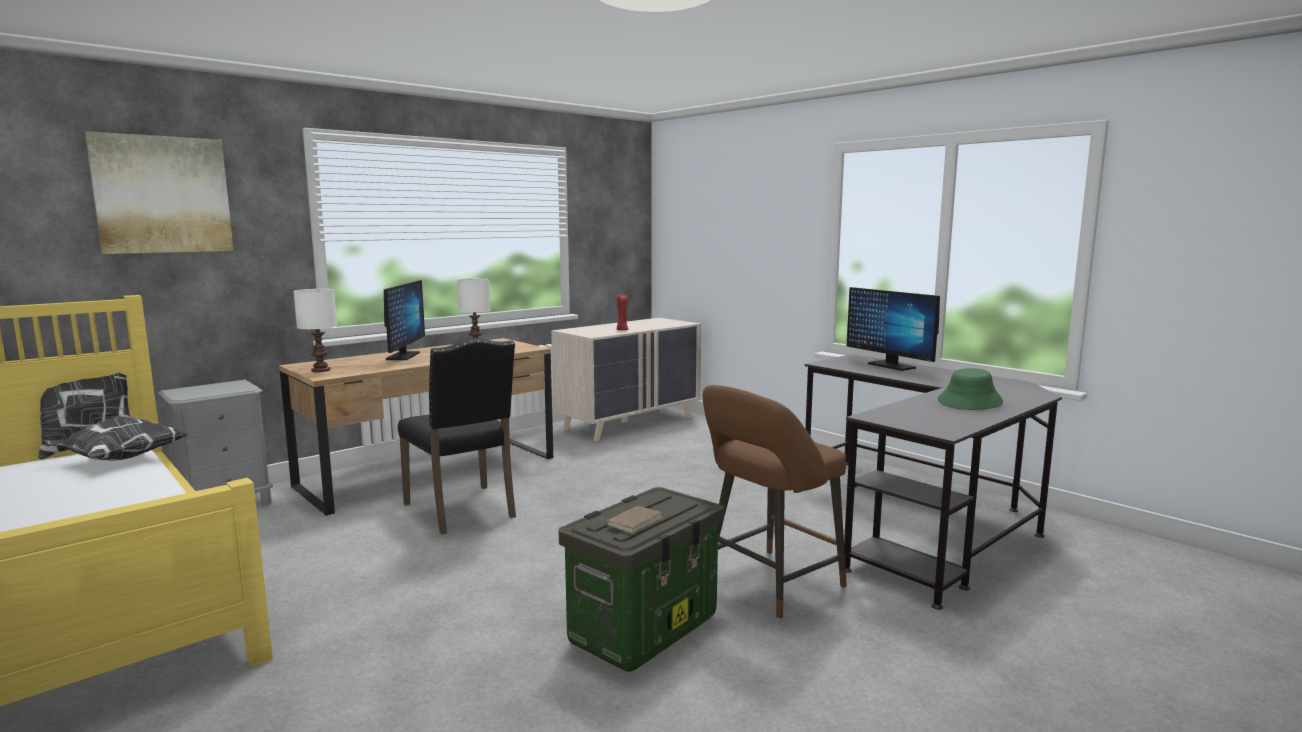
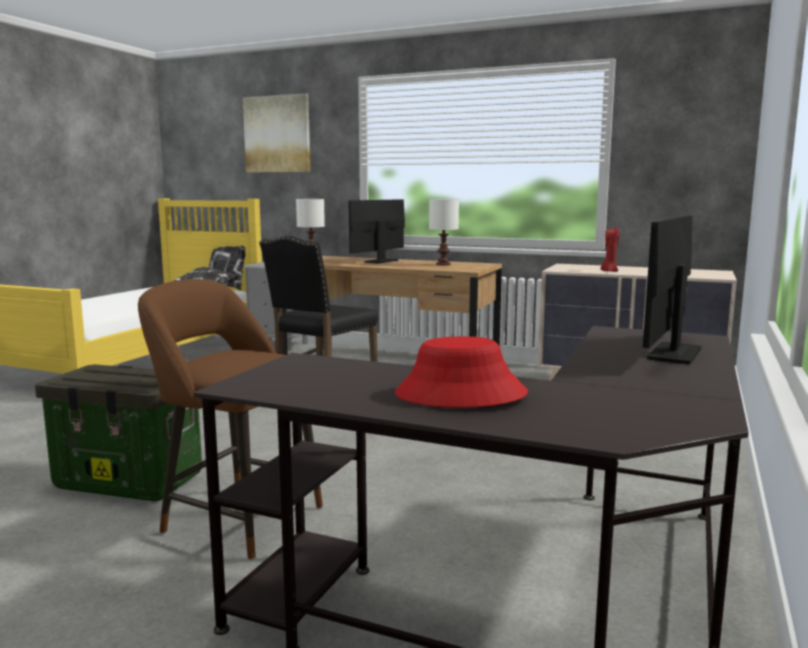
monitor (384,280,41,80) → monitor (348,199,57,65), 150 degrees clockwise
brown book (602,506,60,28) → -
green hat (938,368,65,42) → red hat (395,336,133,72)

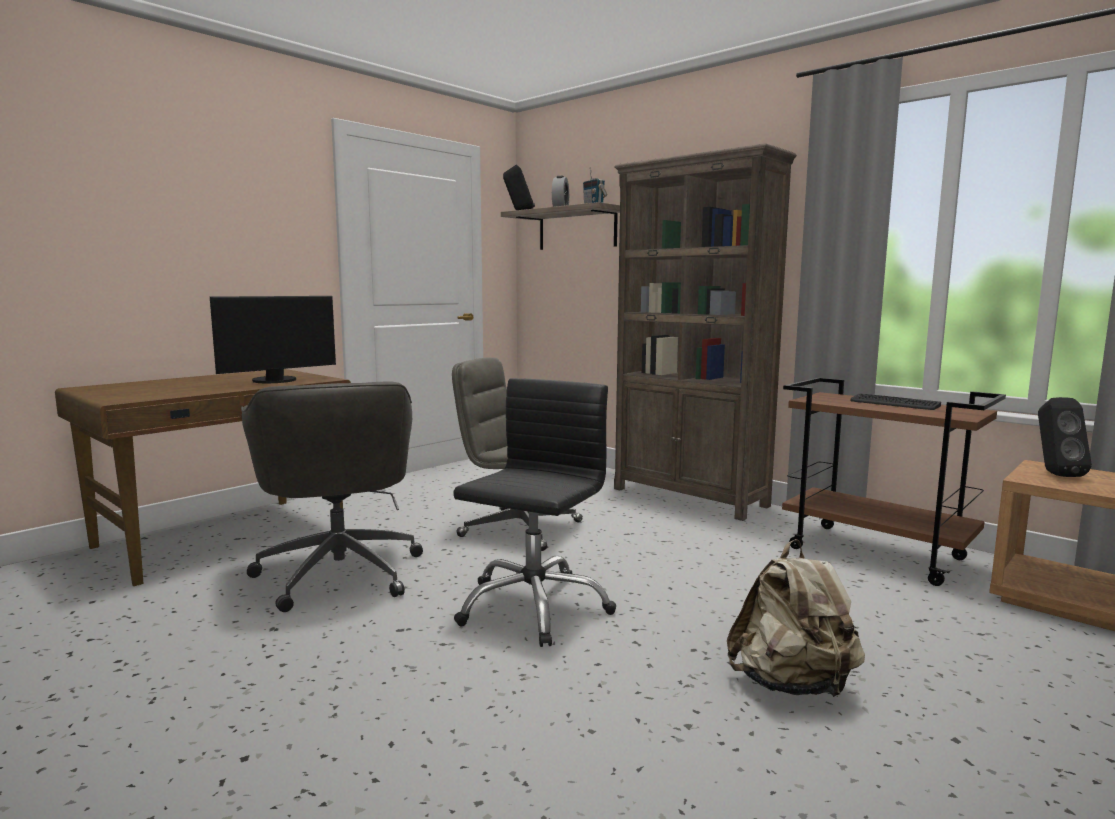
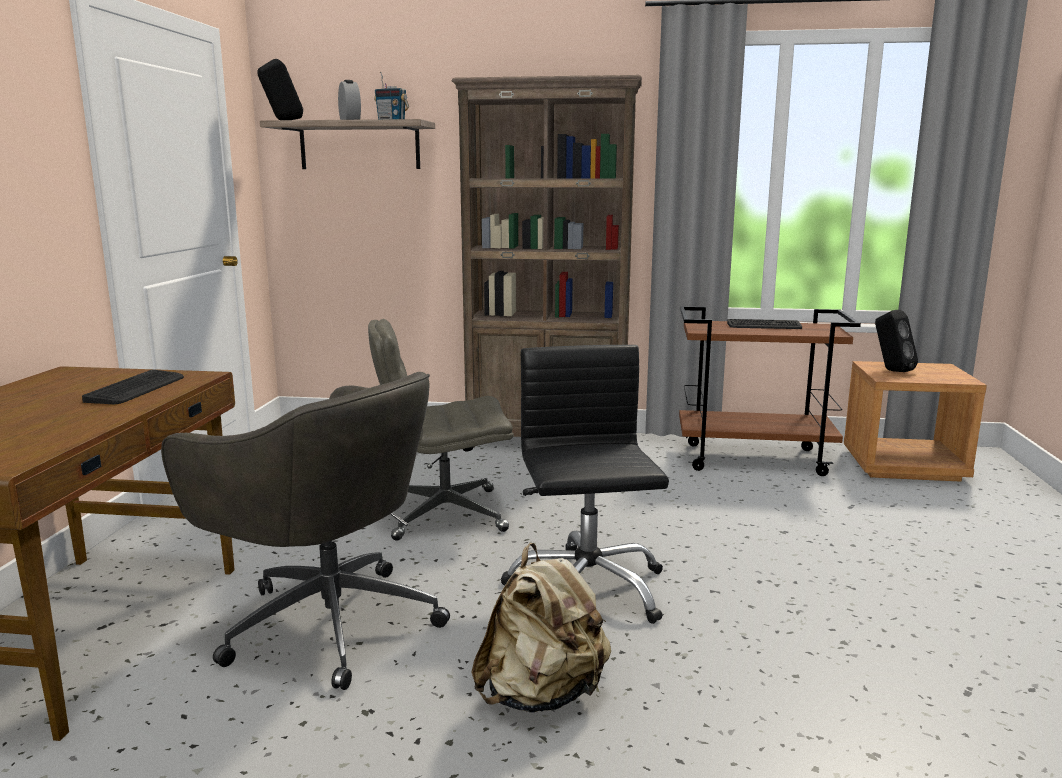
monitor (210,296,126,87) → keyboard (82,370,102,34)
beige backpack (727,539,138,158) → beige backpack (471,543,140,170), move

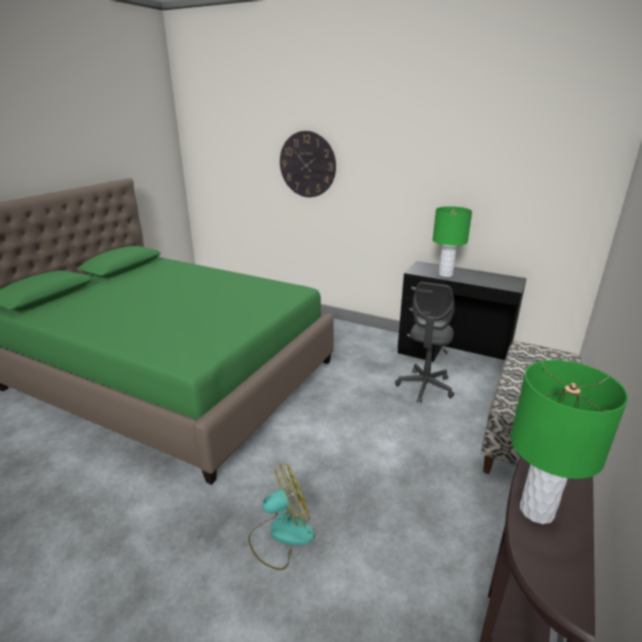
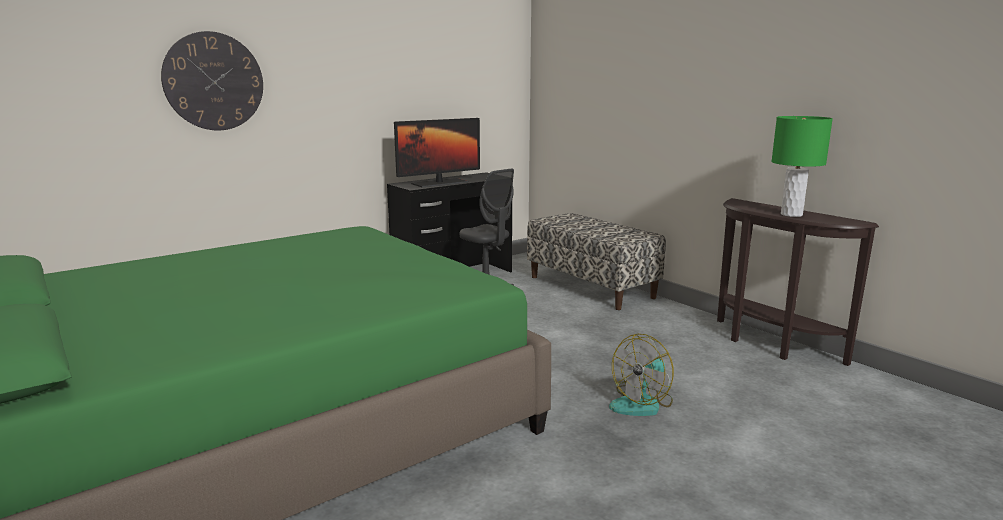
fan (248,464,67,106) → fan (609,334,65,82), 135 degrees counterclockwise
green table lamp (433,206,39,71) → monitor (394,118,86,69)

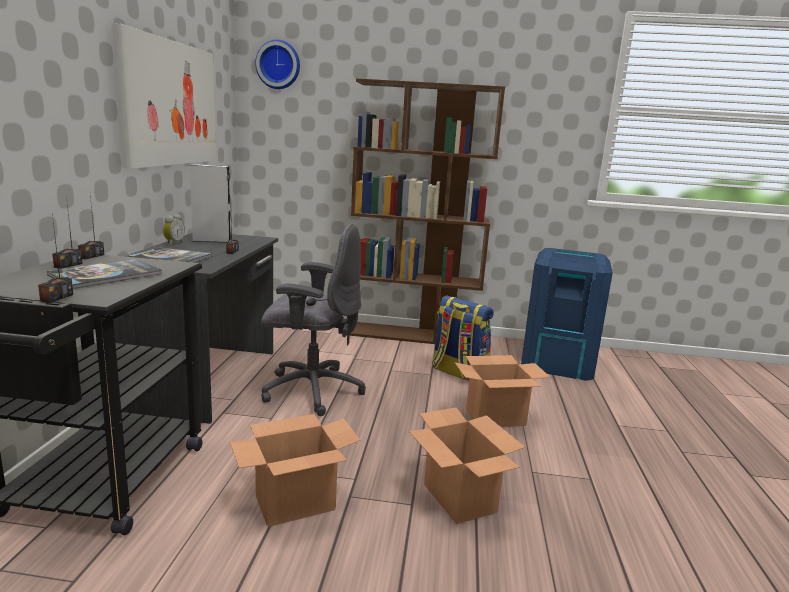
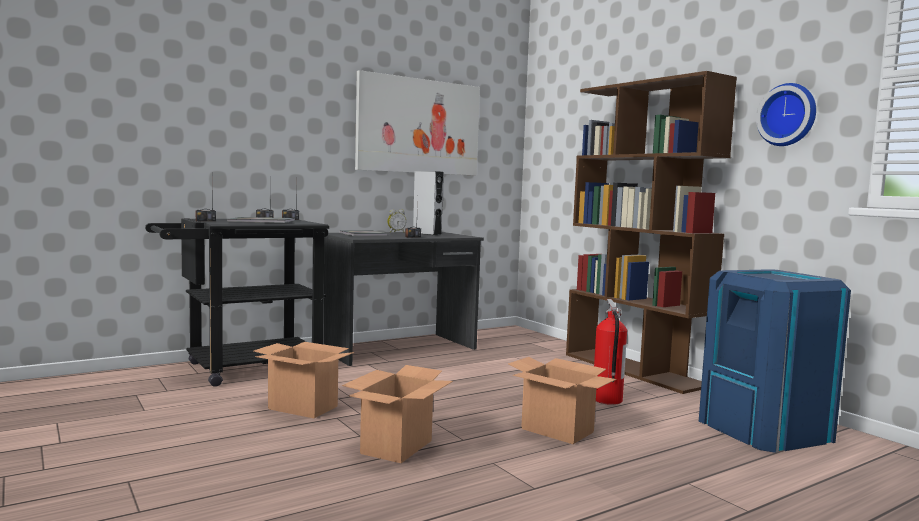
wall clock (255,40,45,49) → wall clock (756,83,60,63), move
grey office chair (261,223,105,193) → -
backpack (432,296,62,85) → fire extinguisher (594,299,33,106)

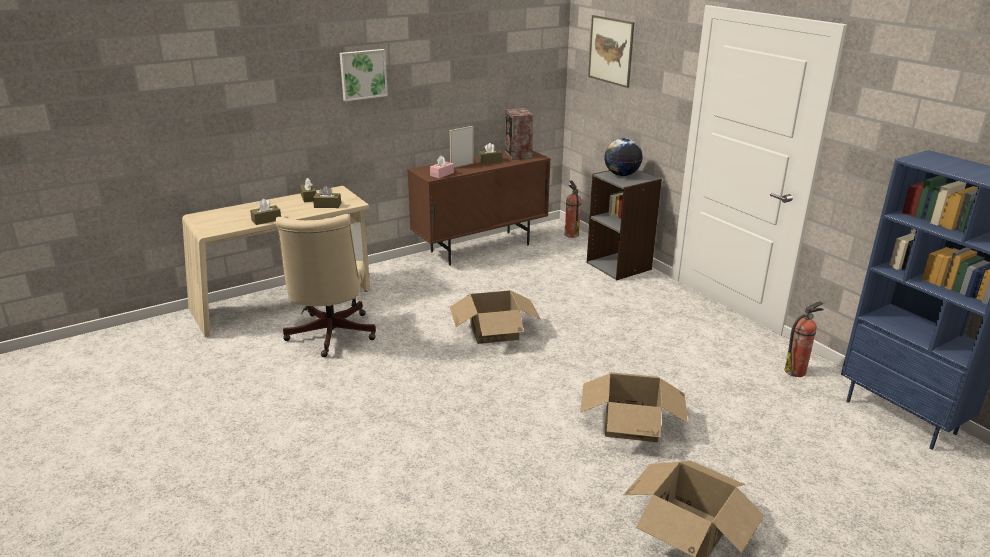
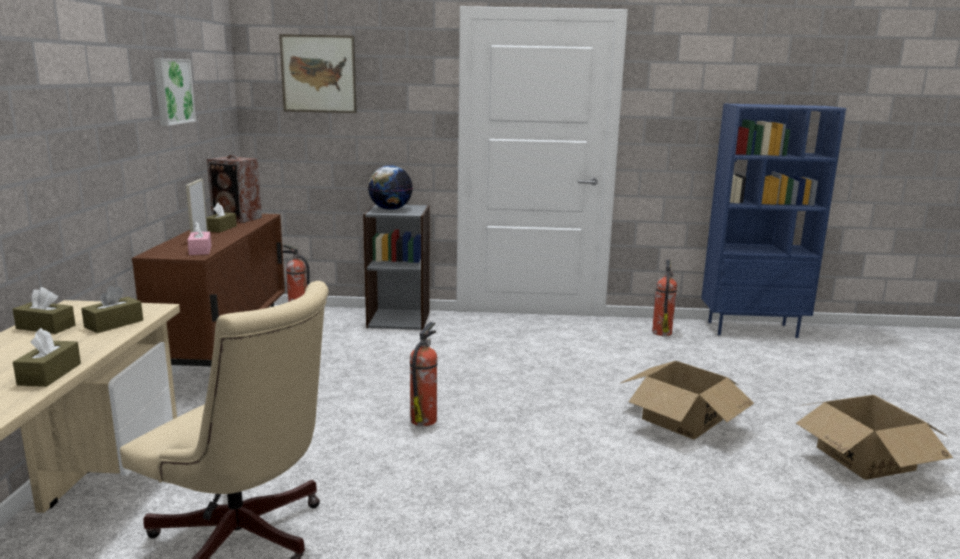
picture (340,49,48,52) → picture (154,58,42,68), move
cardboard box (450,290,90,54) → fire extinguisher (410,322,28,104)

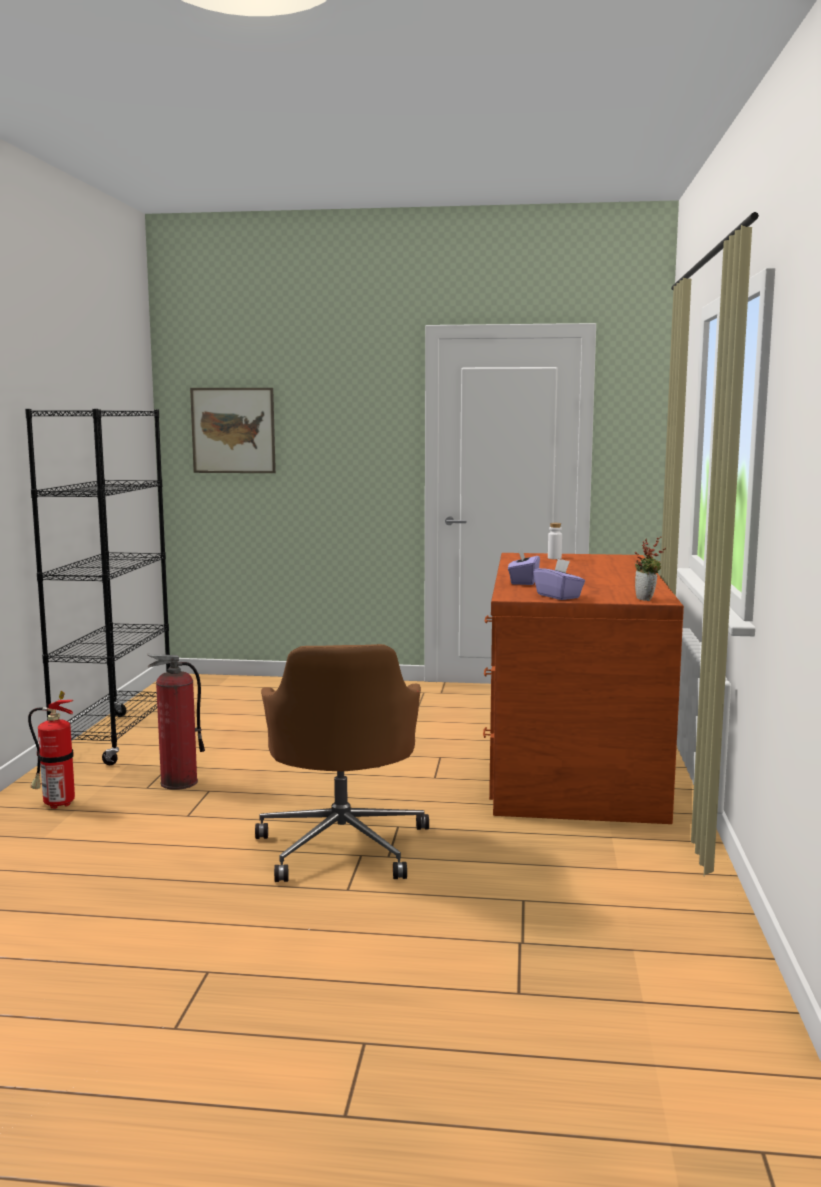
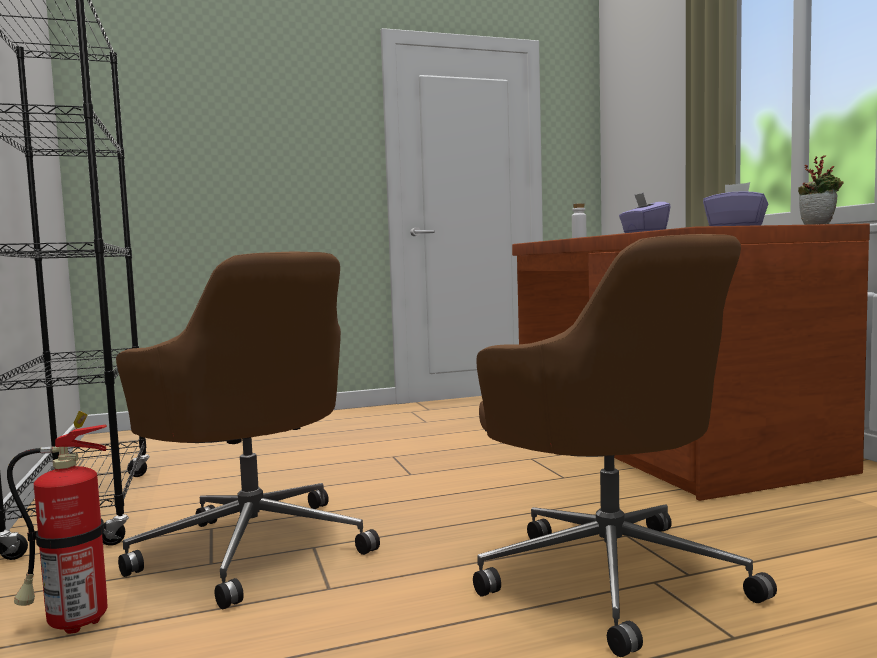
fire extinguisher (147,654,58,136) → brown office chair (116,251,264,359)
picture (190,388,86,85) → -

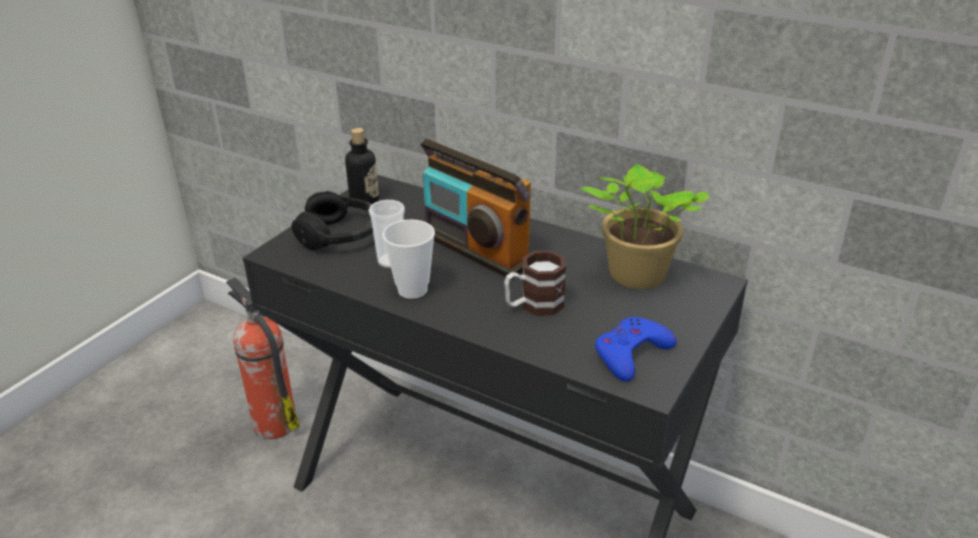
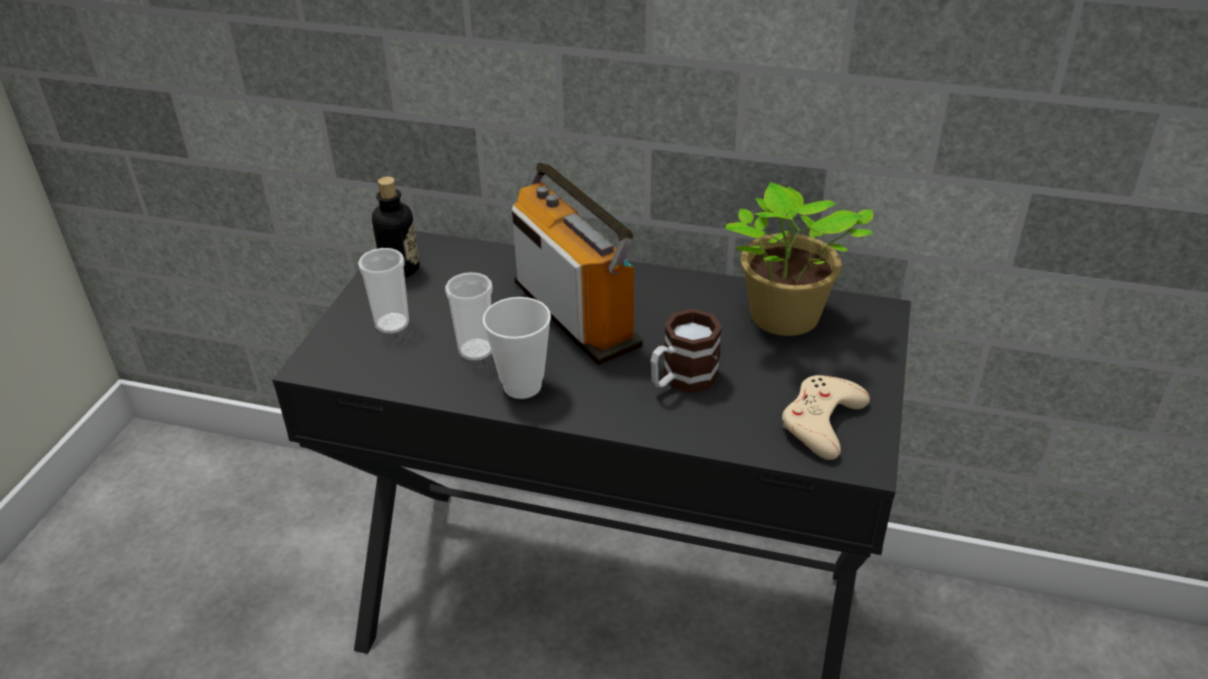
fire extinguisher (226,277,74,162) → -
black headphones (291,191,82,59) → cup (358,248,51,86)
radio (421,139,110,140) → radio (512,163,131,202), 150 degrees counterclockwise
blue game controller (595,317,82,64) → beige game controller (782,375,88,85)

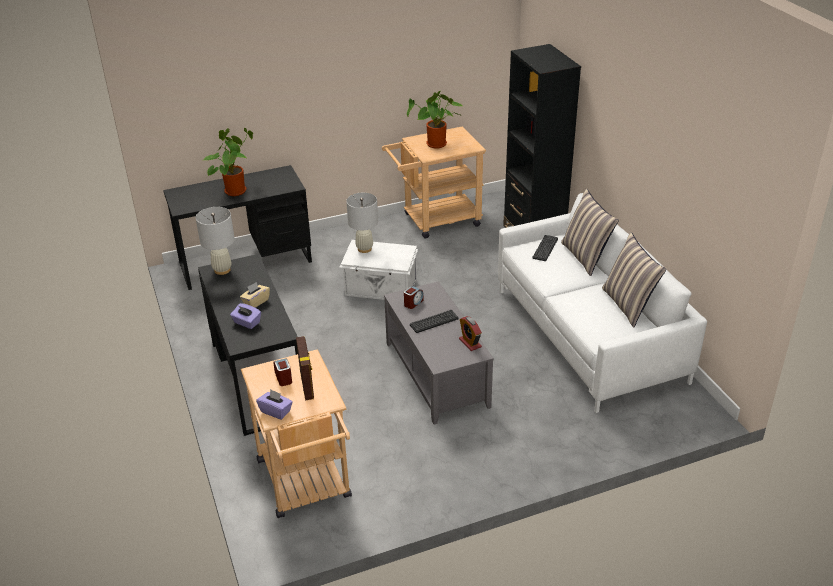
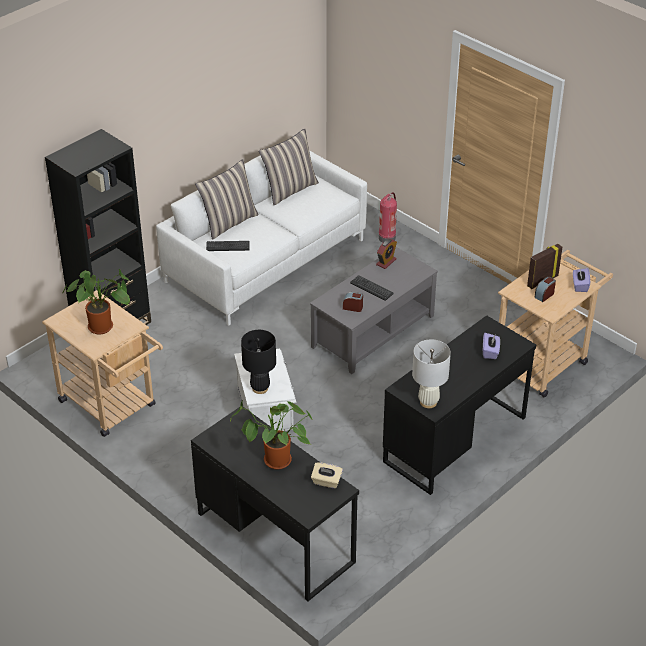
beige tissue box (240,282,30,26) → beige tissue box (311,463,32,25), move
white table lamp (346,193,32,60) → black table lamp (241,330,35,64)
- → fire extinguisher (379,192,18,51)

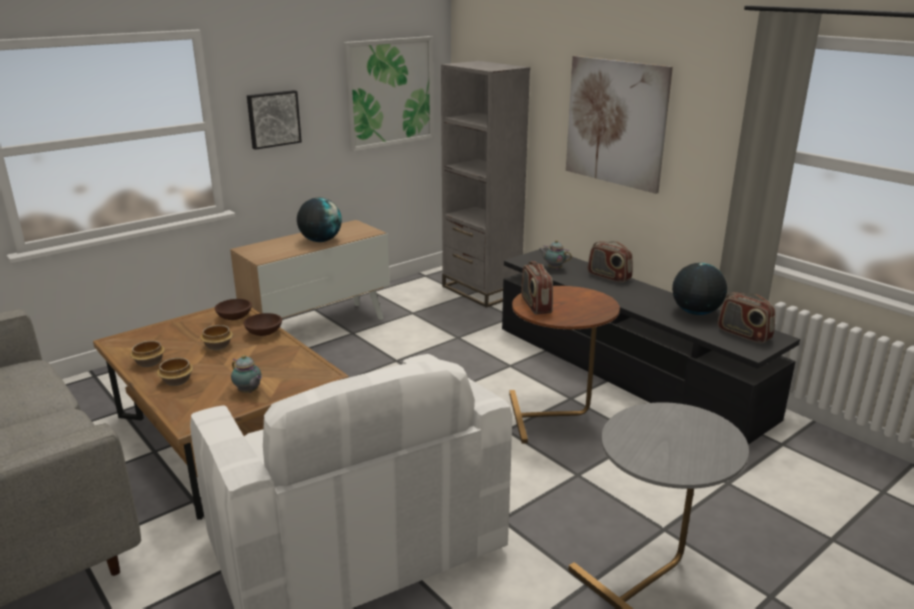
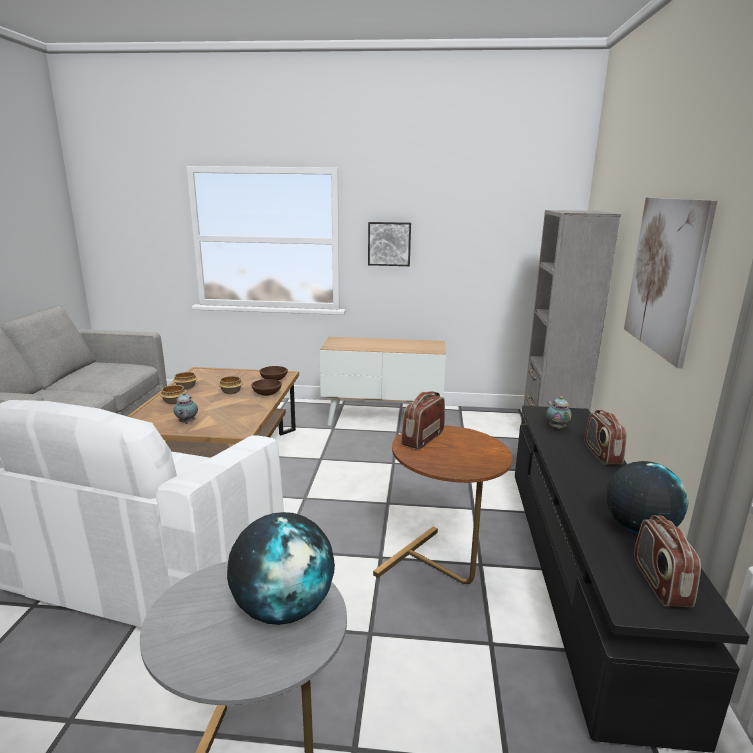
globe (297,198,45,44) → globe (227,512,108,113), move
picture (344,36,90,116) → -

